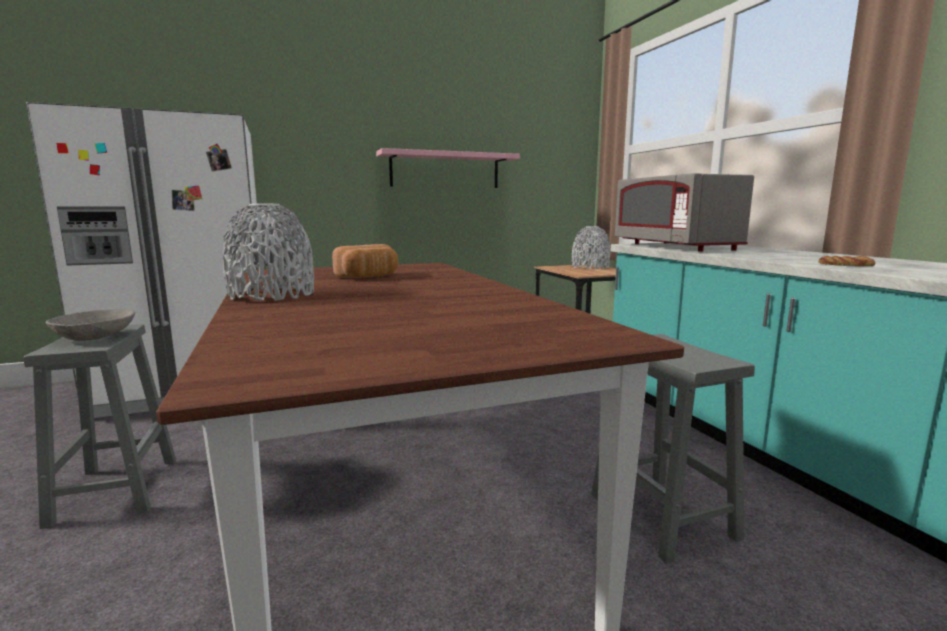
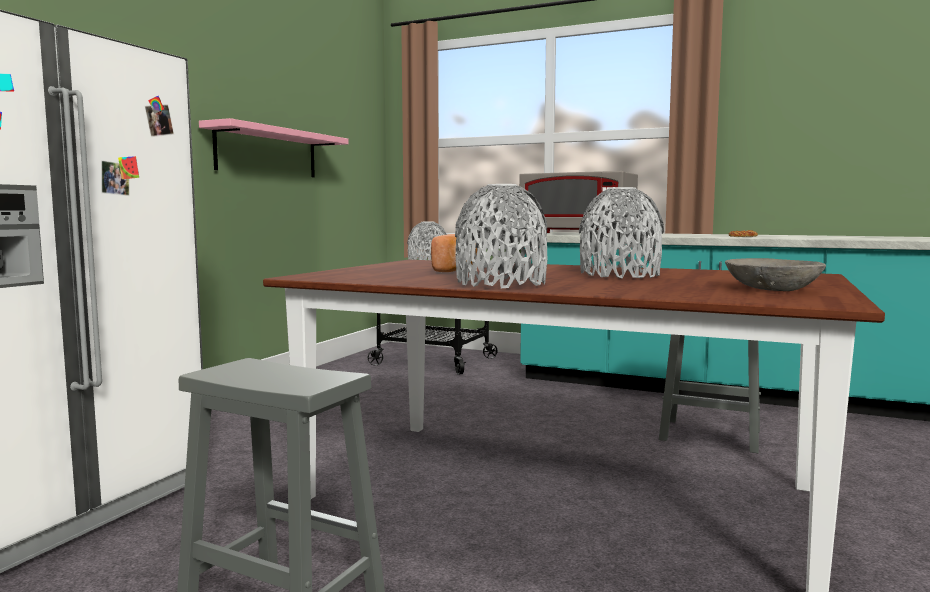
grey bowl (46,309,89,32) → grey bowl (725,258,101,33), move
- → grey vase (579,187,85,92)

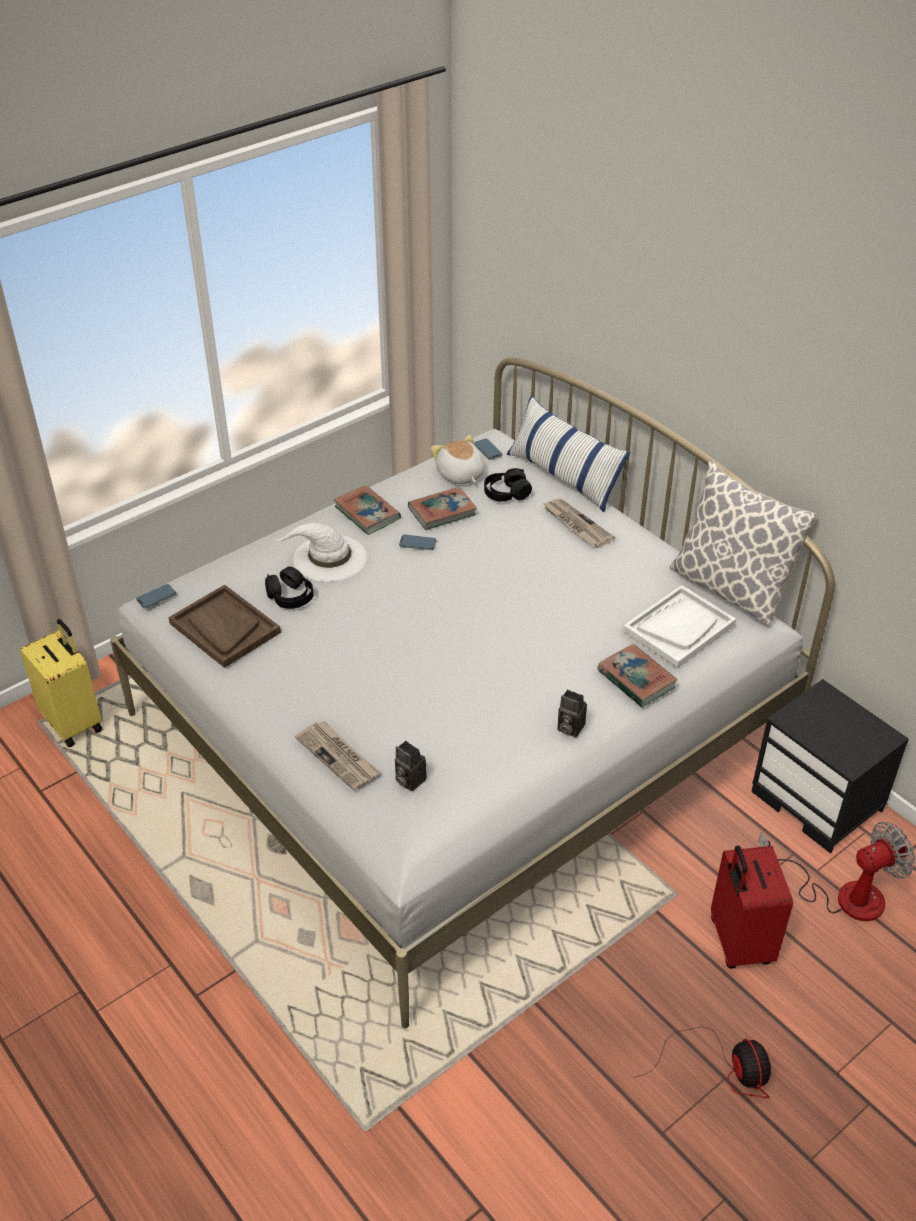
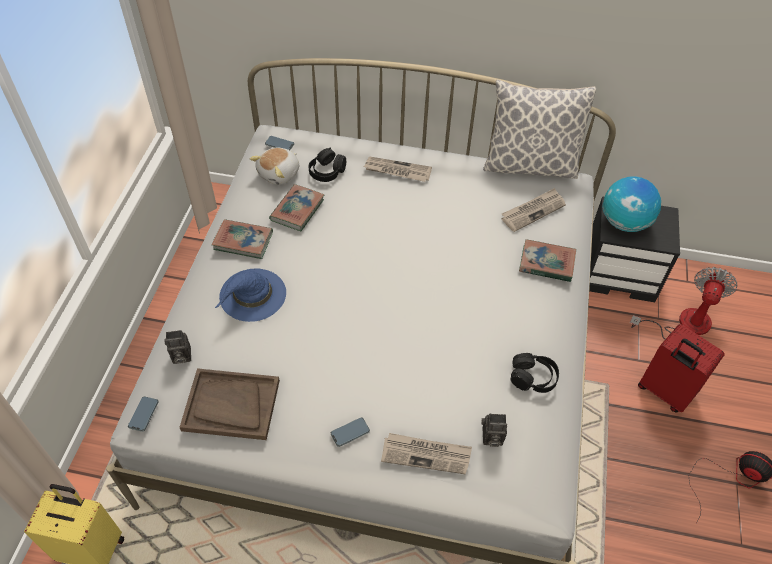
black headphones (265,566,49,43) → black headphones (511,353,48,40), move
white hat (274,523,93,59) → blue hat (215,269,71,53)
phone (399,534,37,16) → phone (331,417,39,30), move
plush toy (431,435,54,49) → plush toy (250,148,49,37), 75 degrees counterclockwise
pillow (507,395,124,117) → -
photo camera (557,689,30,48) → photo camera (164,330,27,34), move
white tray (623,585,113,83) → newspaper (502,188,64,44)
- → globe (602,176,59,56)

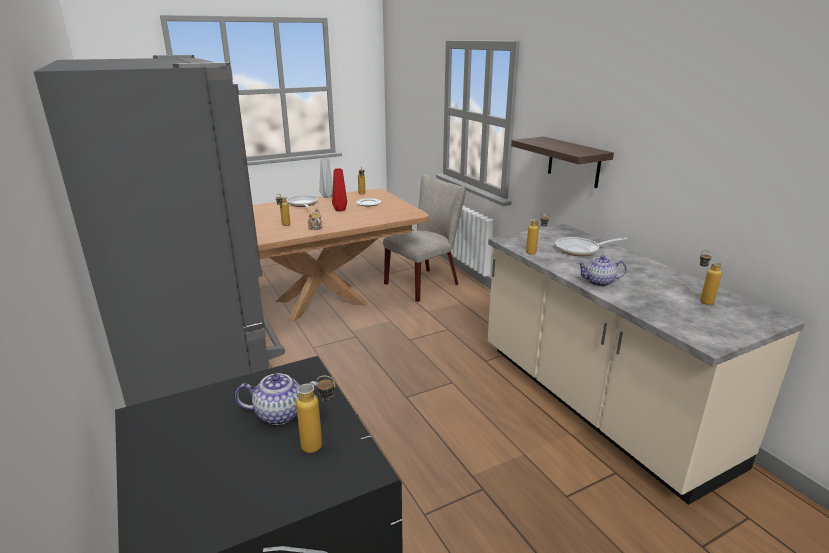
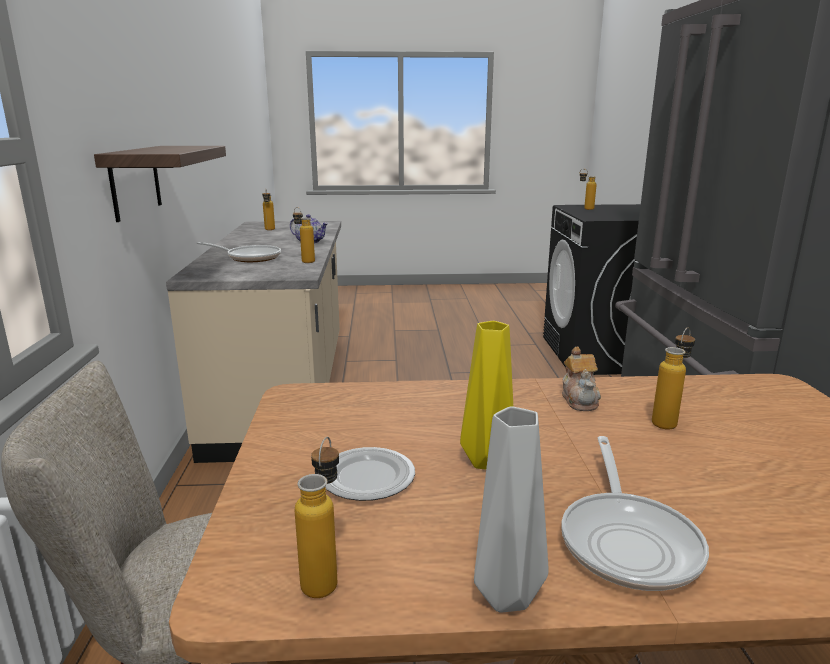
teapot (235,373,83,52) → -
red vase (332,168,15,44) → yellow vase (460,321,53,148)

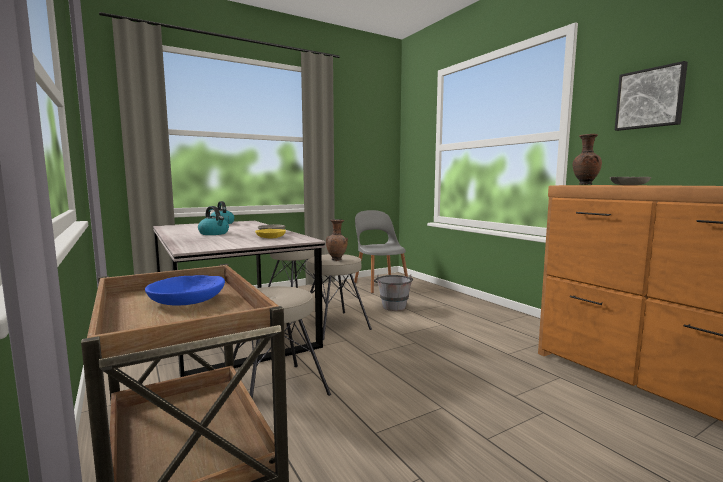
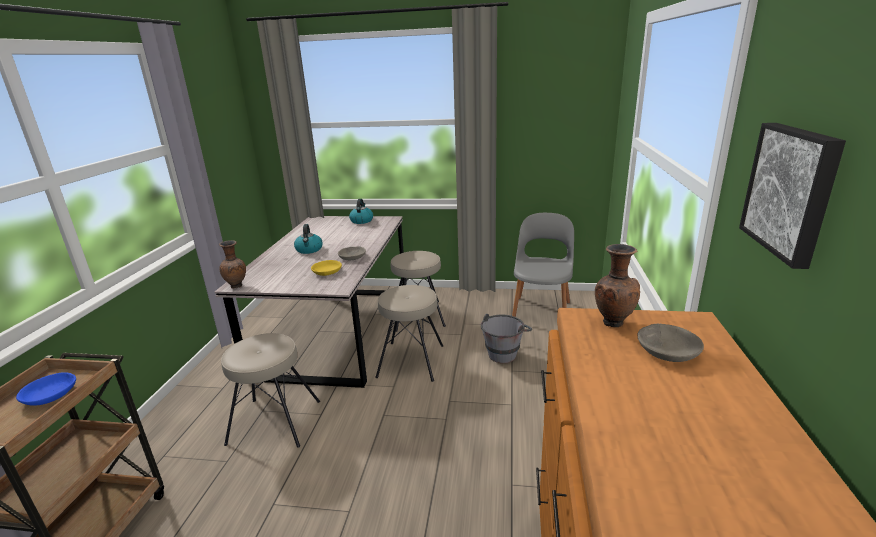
brown vase (326,219,22,42) → brown vase (219,240,27,49), move

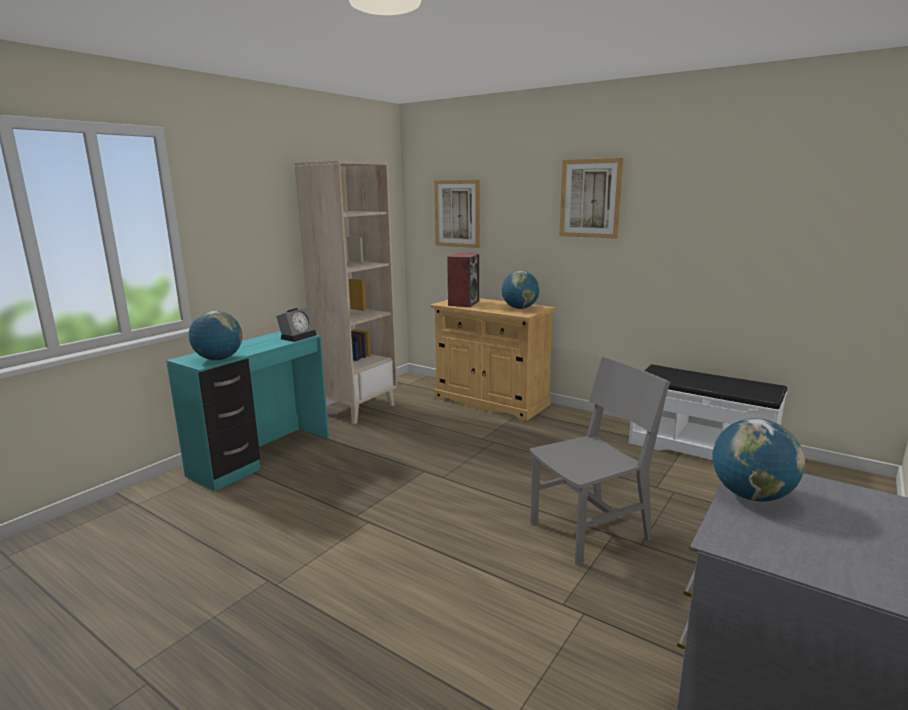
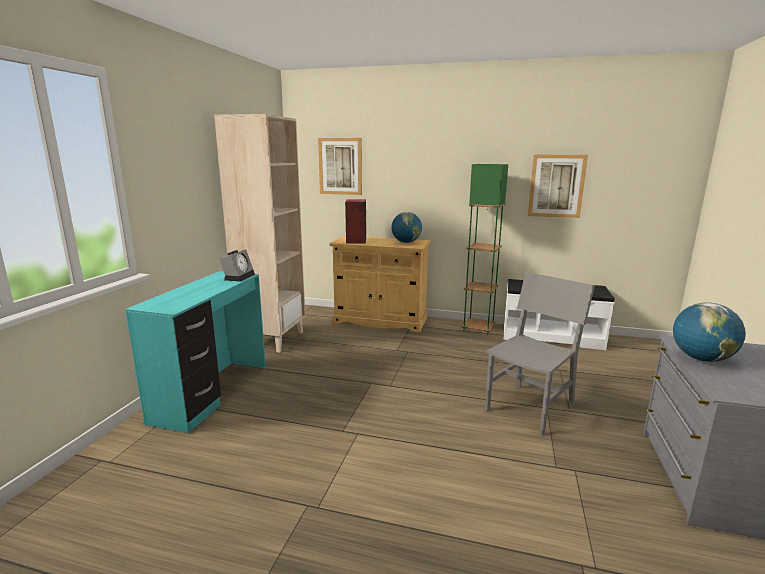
globe (189,310,53,50) → -
picture (559,158,65,81) → picture (528,155,60,63), move
- → green floor lamp (462,164,46,172)

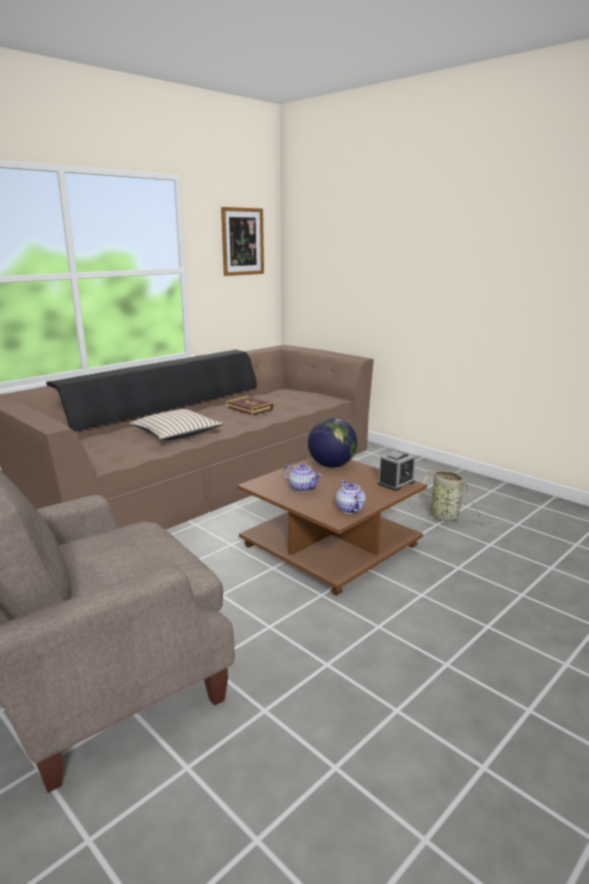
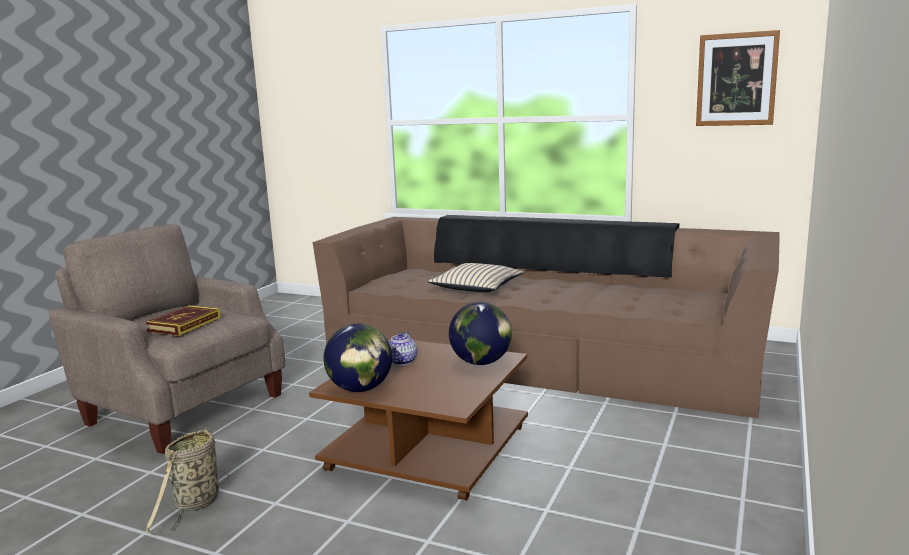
book (226,396,47,20) → book (146,305,75,31), move
teapot (335,480,31,34) → globe (323,323,69,69)
alarm clock (378,450,38,41) → -
basket (412,470,78,54) → basket (145,427,84,109), move

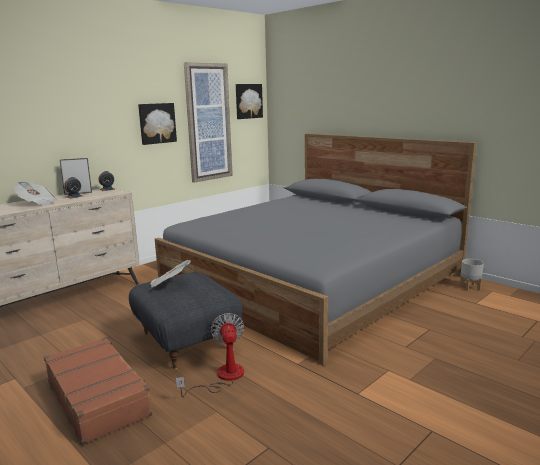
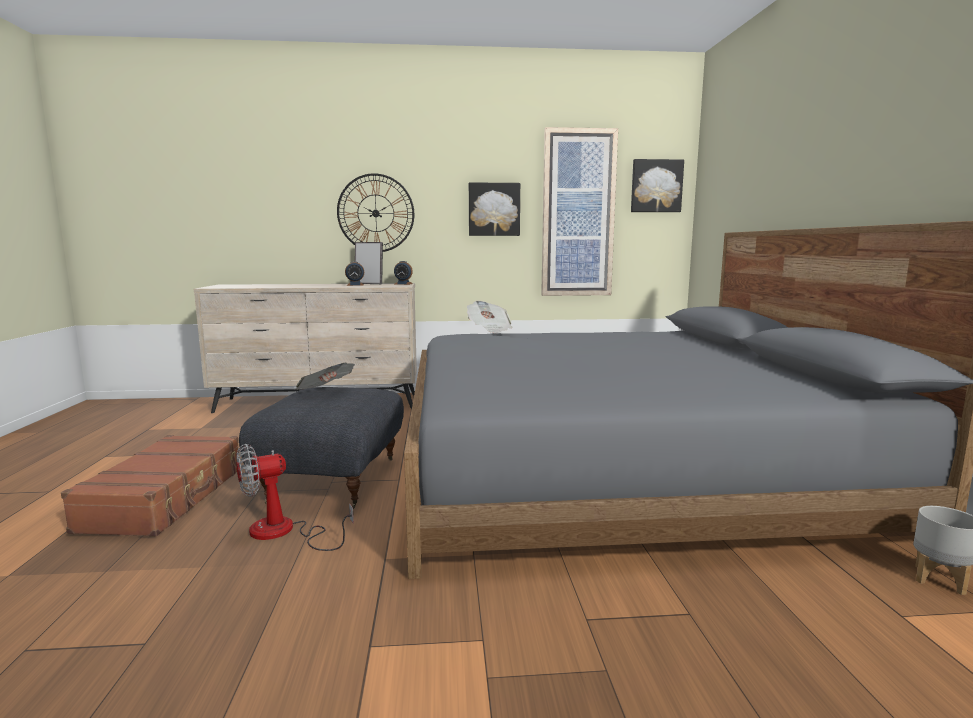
newspaper (13,182,44,24) → newspaper (467,301,46,32), move
fan (176,313,69,84) → fan (236,444,118,107), 150 degrees counterclockwise
- → wall clock (337,173,77,79)

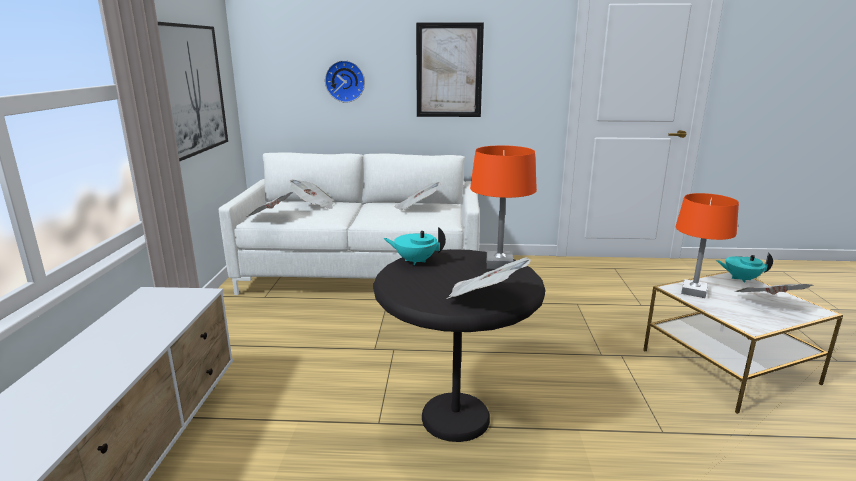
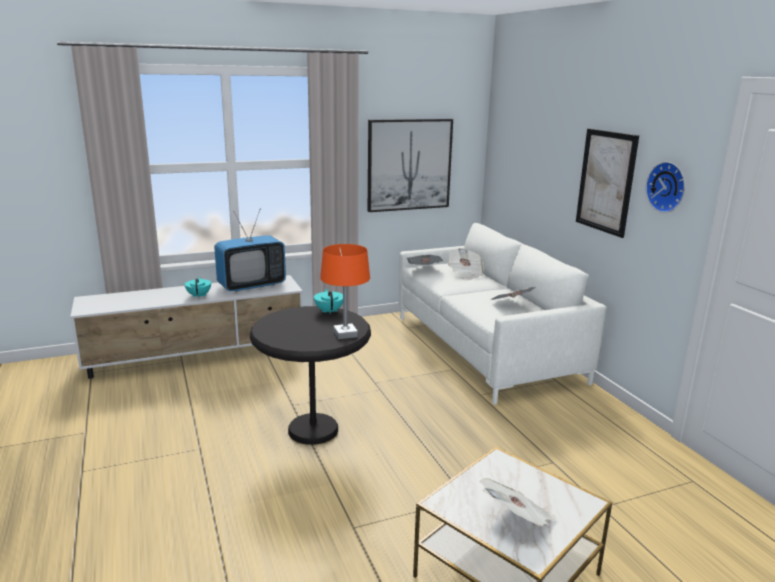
wall clock (325,60,40,43) → wall clock (646,162,39,51), move
newspaper (446,257,85,42) → -
orange table lamp (676,193,63,105) → -
turquoise teapot (716,253,57,30) → turquoise teapot (185,277,26,21), move
- → television (214,210,72,82)

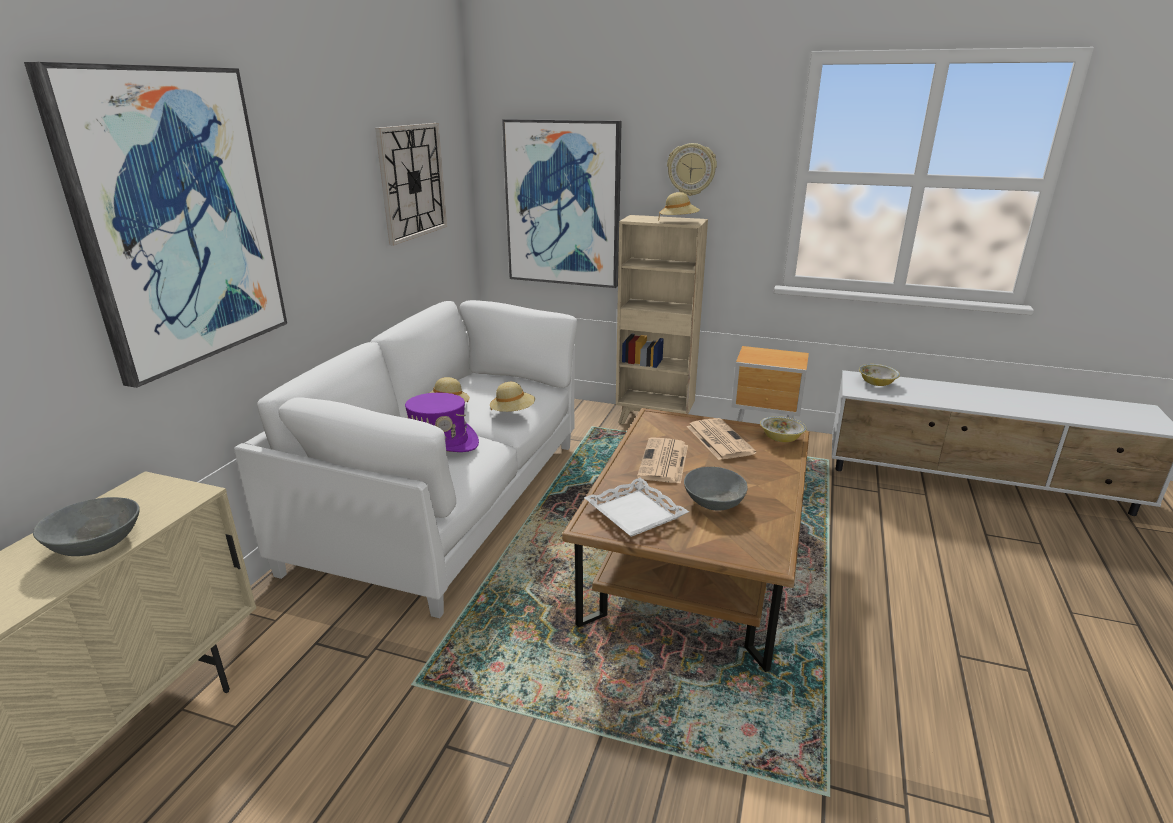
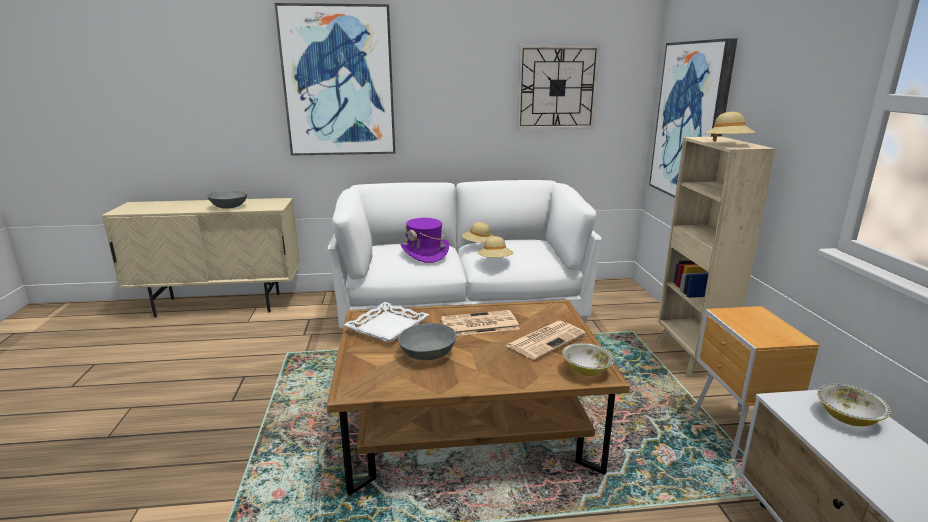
wall clock (667,143,50,53) → -

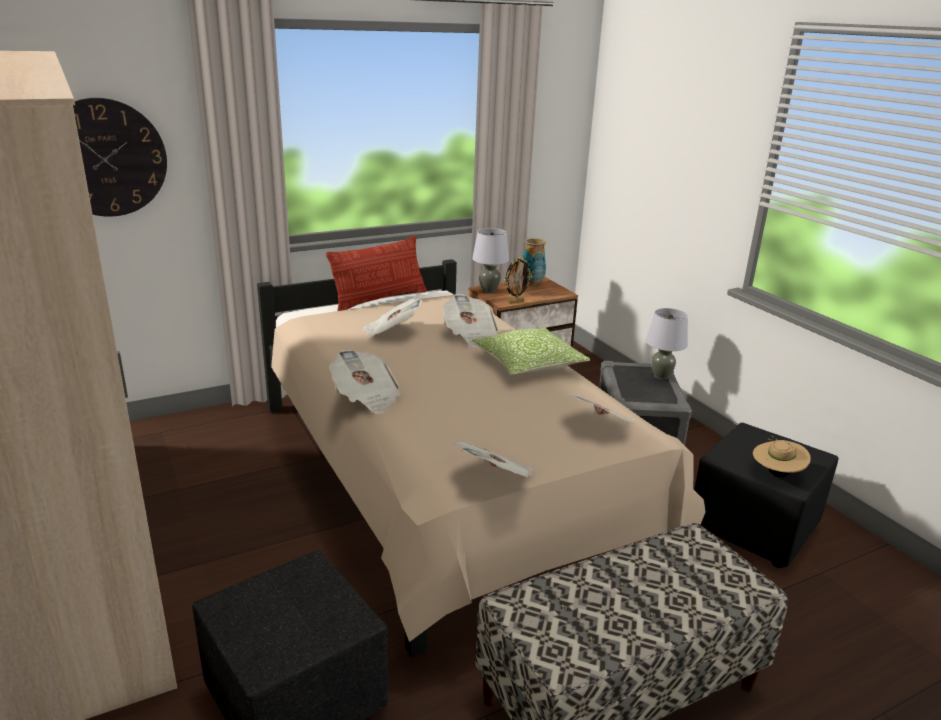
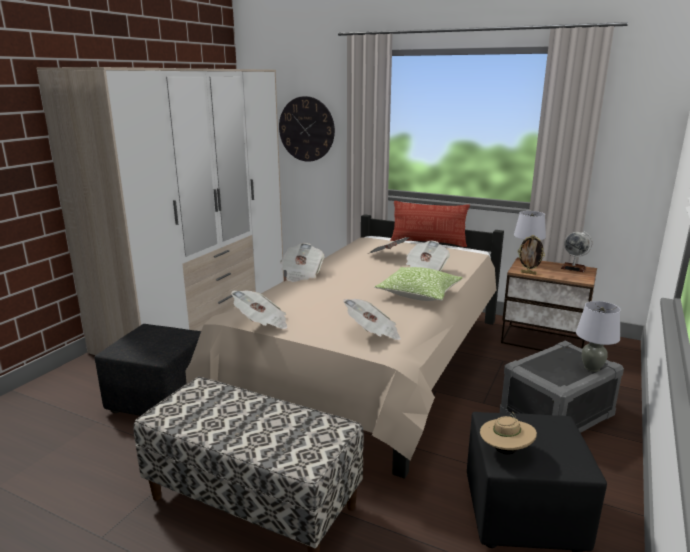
vase (523,238,23,47) → globe (561,231,31,41)

